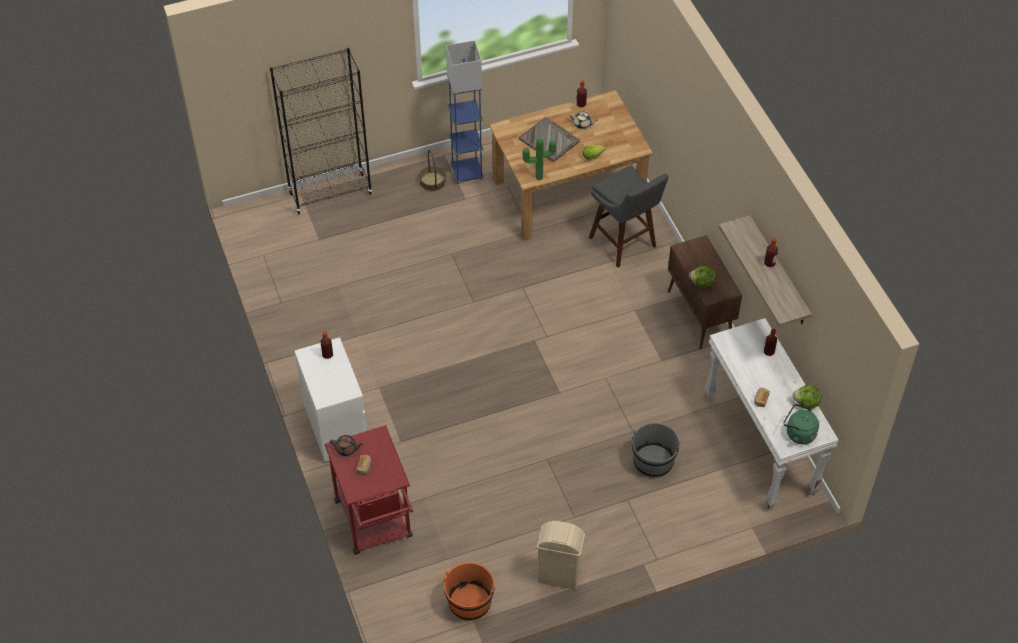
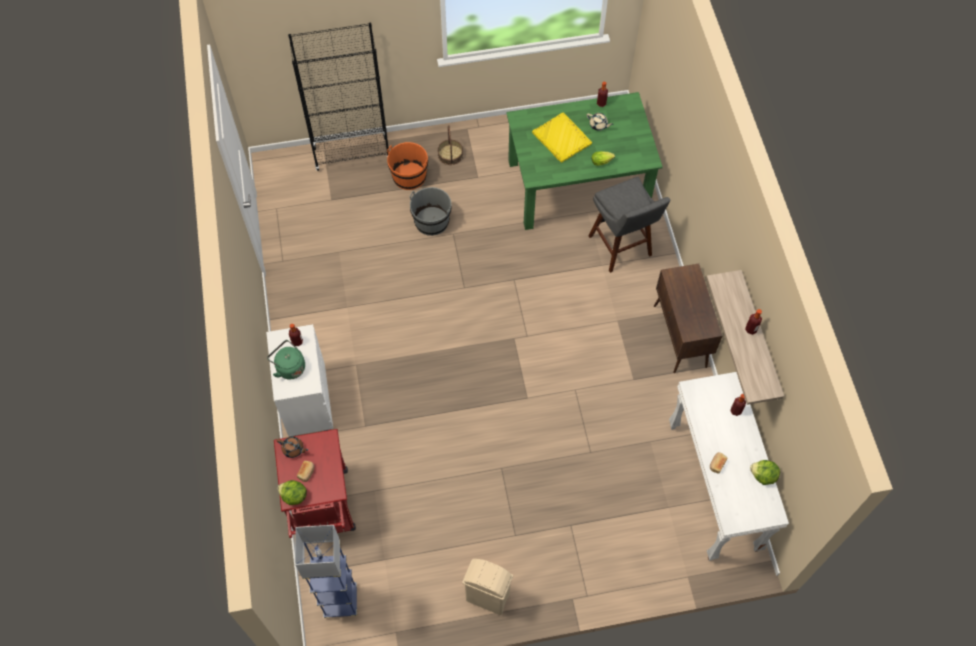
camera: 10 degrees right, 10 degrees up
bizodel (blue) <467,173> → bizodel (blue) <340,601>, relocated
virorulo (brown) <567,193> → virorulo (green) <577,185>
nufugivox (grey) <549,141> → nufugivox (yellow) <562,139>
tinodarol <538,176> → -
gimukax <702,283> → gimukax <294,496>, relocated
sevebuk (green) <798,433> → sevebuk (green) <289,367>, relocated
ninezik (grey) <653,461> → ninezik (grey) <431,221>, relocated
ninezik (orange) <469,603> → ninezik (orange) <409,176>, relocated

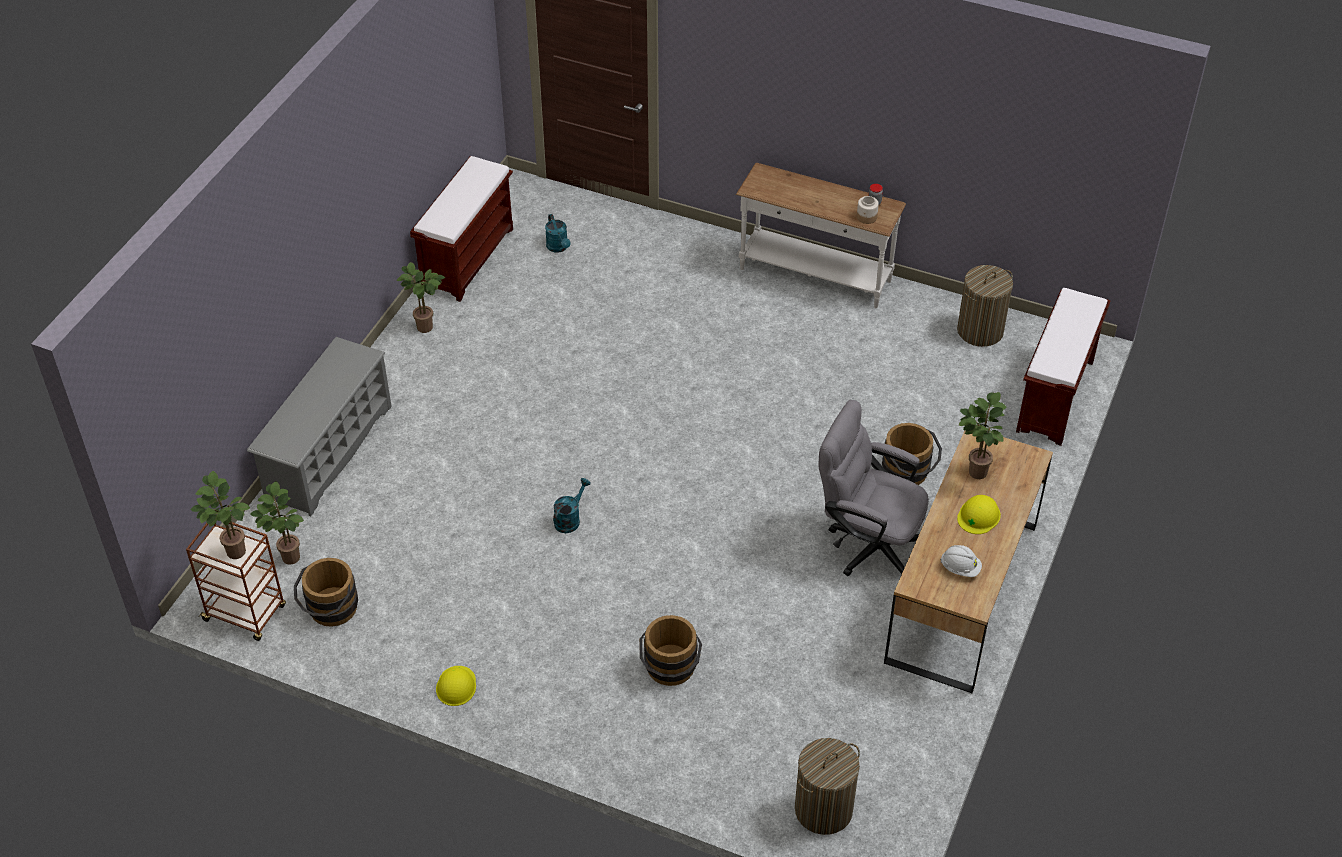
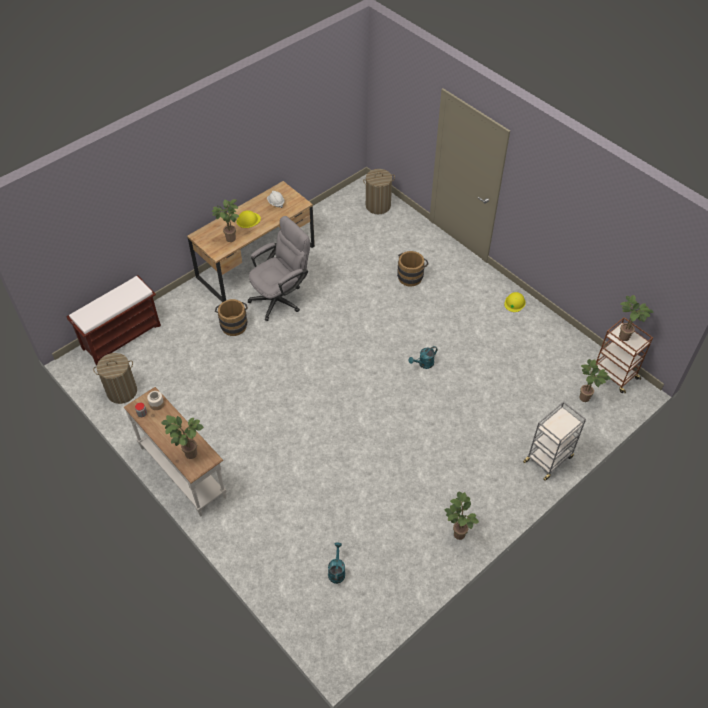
camera: 155 degrees left, 5 degrees up
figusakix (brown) <468,258> → -
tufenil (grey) <328,451> → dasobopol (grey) <548,458>
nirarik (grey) <868,543> → nirarik (grey) <281,298>, 90 degrees counterclockwise
ninezik (brown) <330,611> → -
- → tinodarol <189,455>

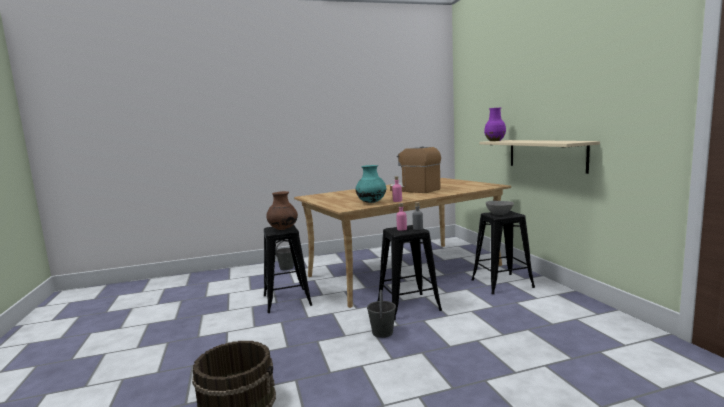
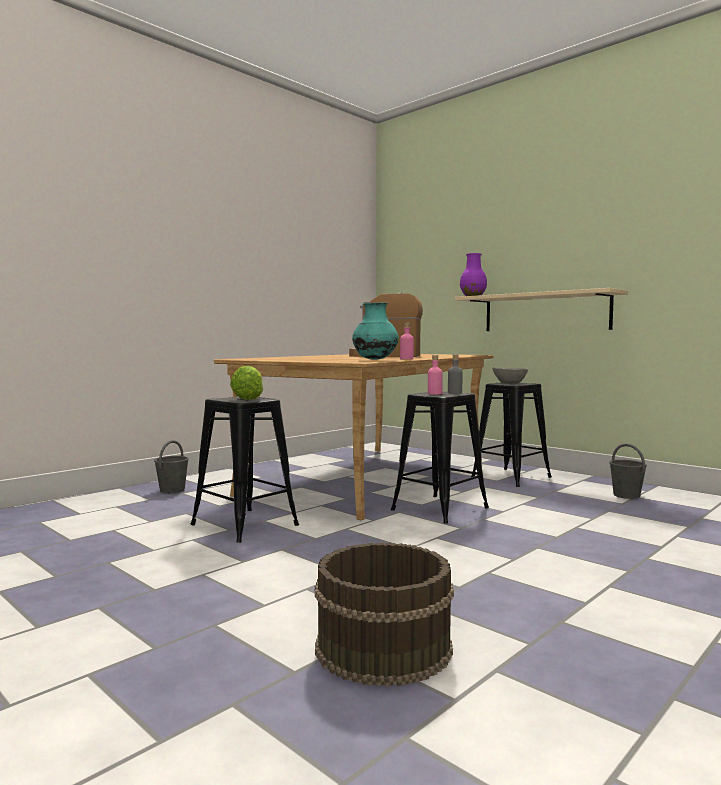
camera: 30 degrees left, 5 degrees down
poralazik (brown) <283,229> → gimukax <248,398>
ninezik (grey) <382,332> → ninezik (grey) <626,495>, relocated

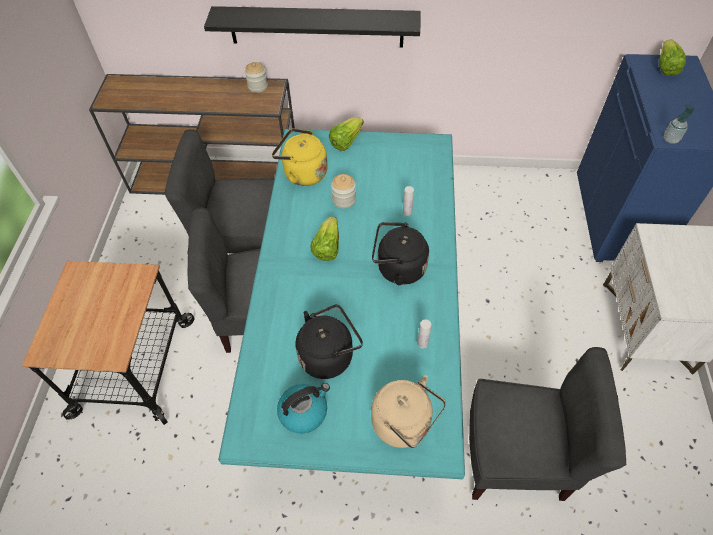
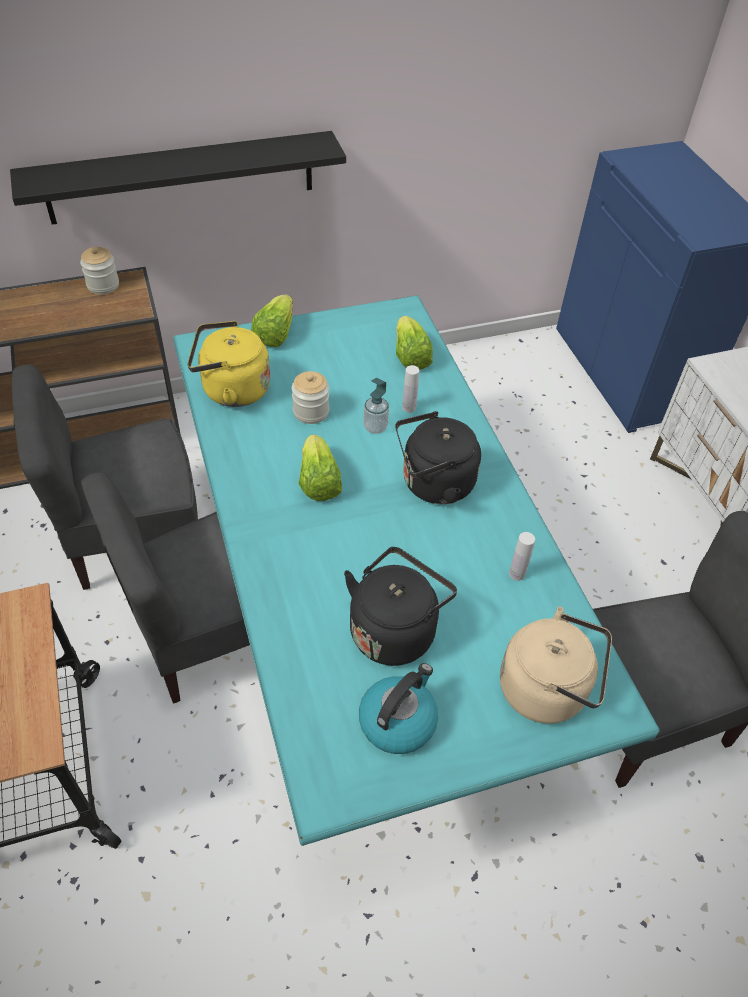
camera: 25 degrees left, 5 degrees down
gimukax <665,67> → gimukax <410,356>, relocated
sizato <670,139> → sizato <375,427>, relocated

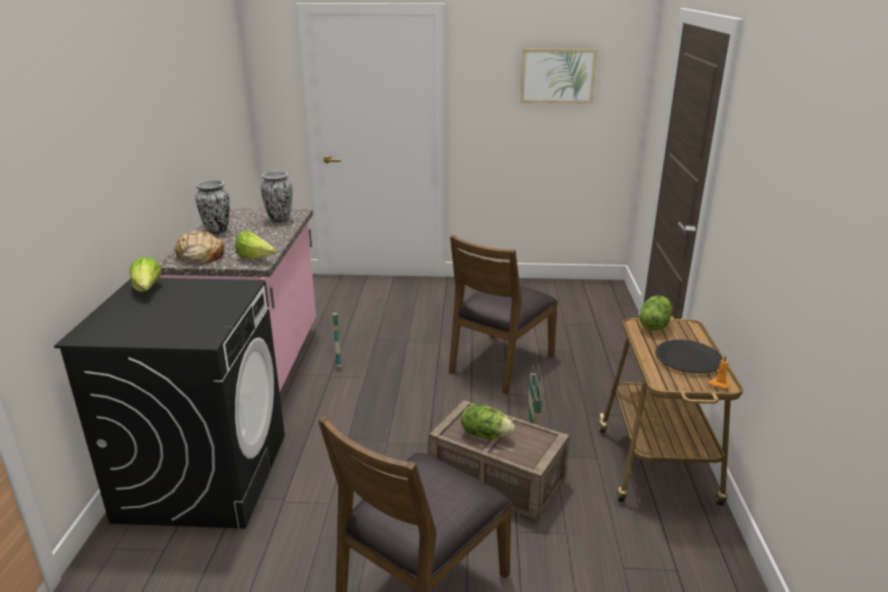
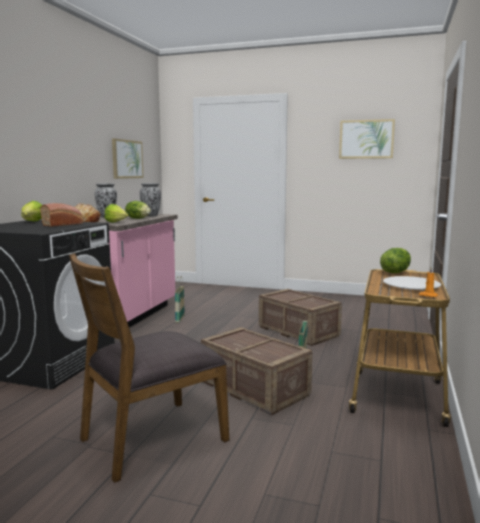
camera: 15 degrees right, 15 degrees down
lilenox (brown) <500,363> → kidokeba <297,331>
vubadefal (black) <688,358> → vubadefal (white) <411,285>
gimukax <485,434> → gimukax <138,218>, relocated
- → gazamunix <127,159>
- → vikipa <64,224>

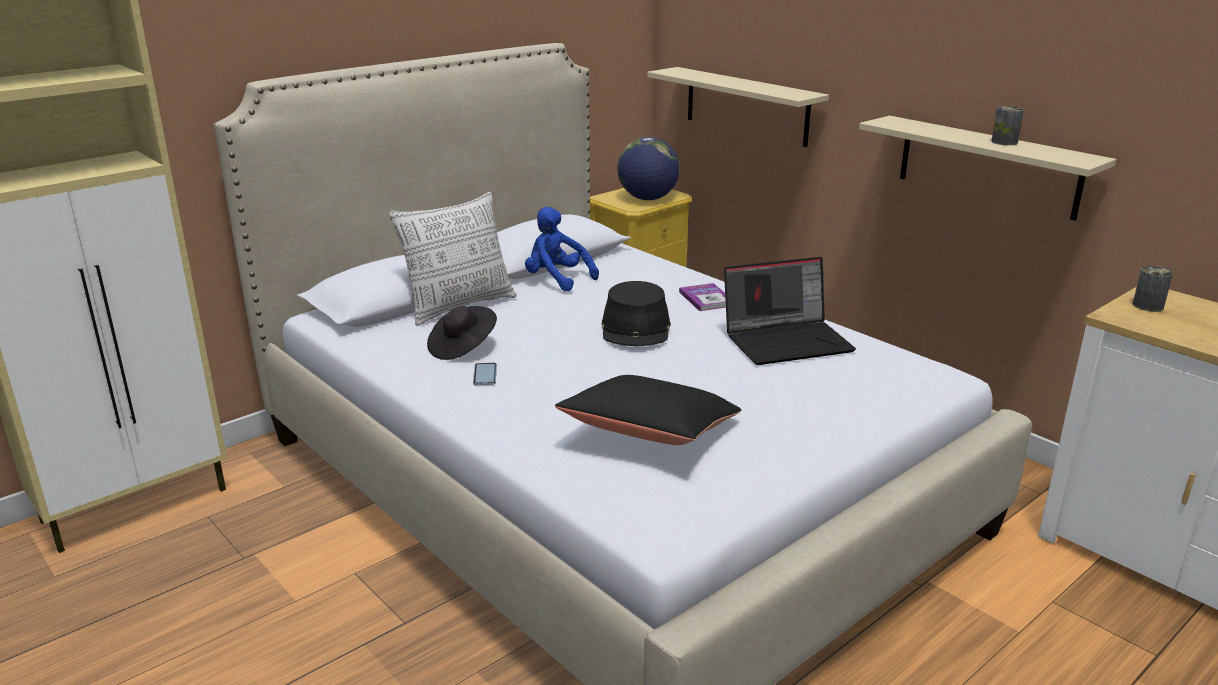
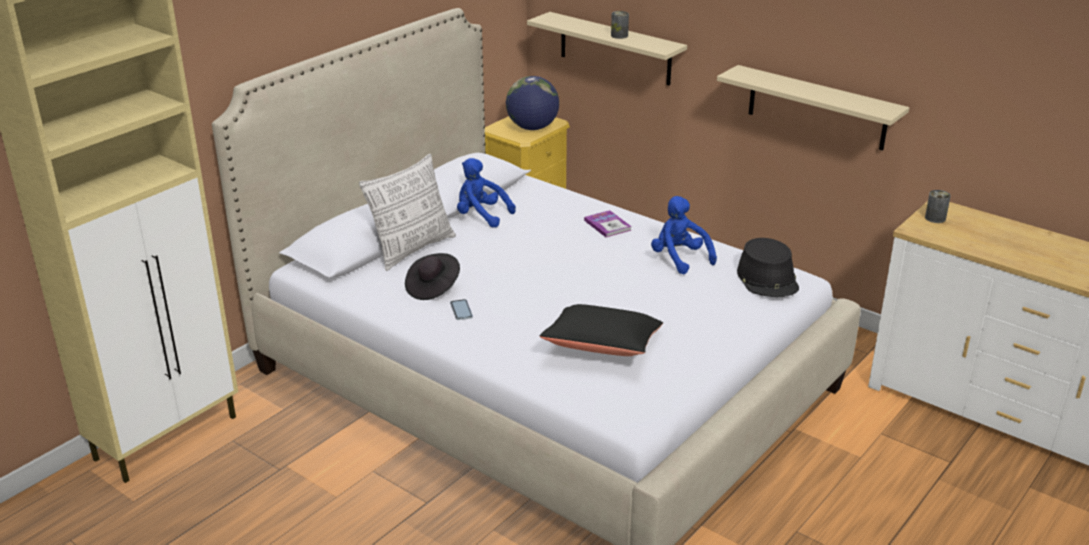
camera: 10 degrees left, 5 degrees up
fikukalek <1004,142> → fikukalek <619,36>, relocated
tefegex <787,340> → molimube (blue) <679,259>
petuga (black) <636,329> → petuga (black) <768,279>, relocated

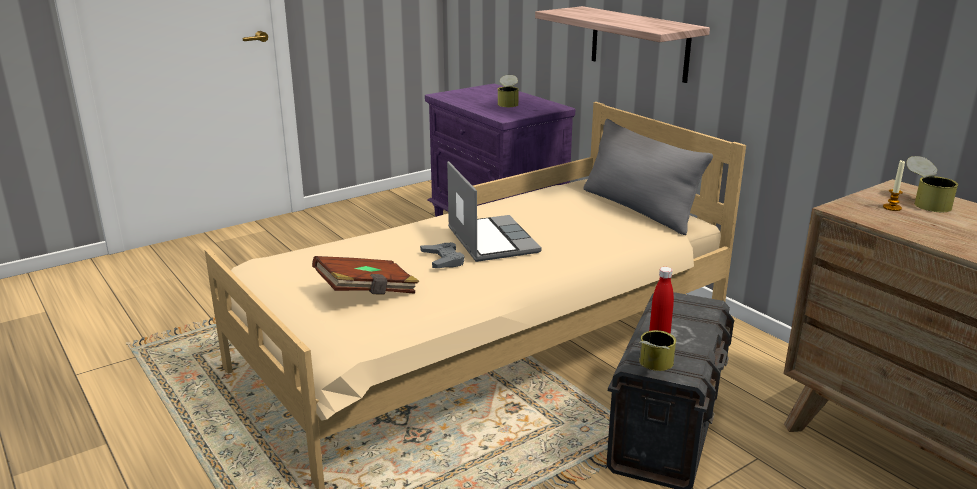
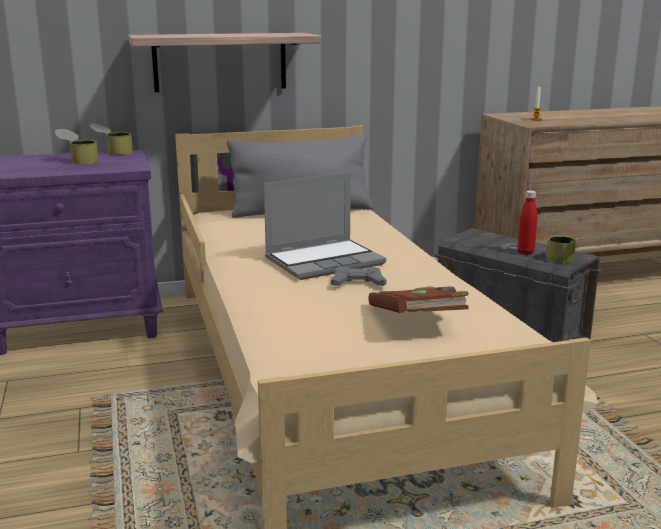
camera: 70 degrees left, 5 degrees down
fikukalek <925,202> → fikukalek <113,152>, relocated
tefegex <490,240> → tefegex <325,261>, 150 degrees clockwise

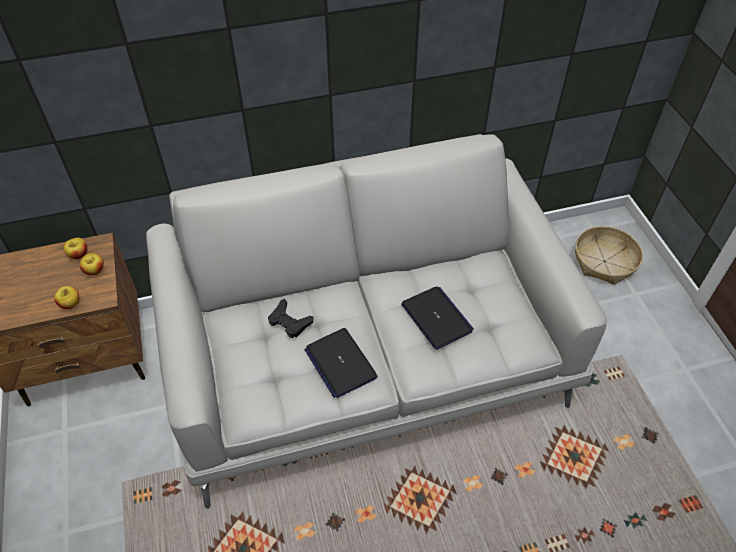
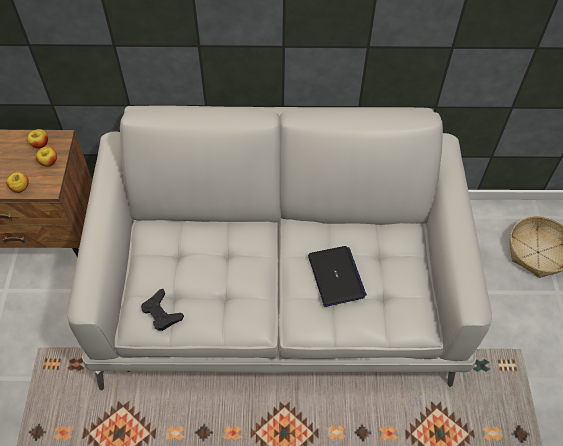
camera: 15 degrees right, 5 degrees up
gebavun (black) <289,322> → gebavun (black) <161,313>, relocated
tefegex <340,363> → -

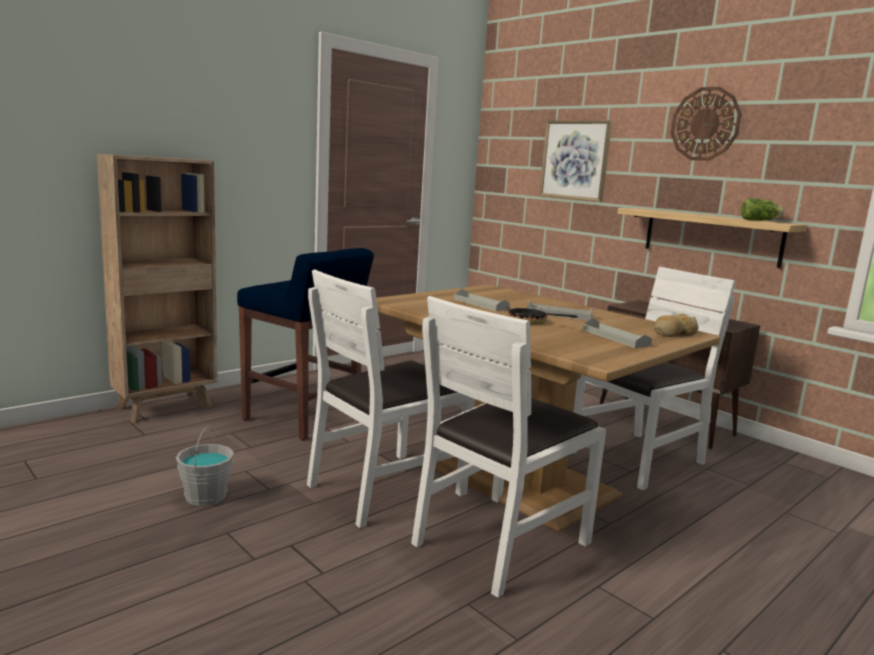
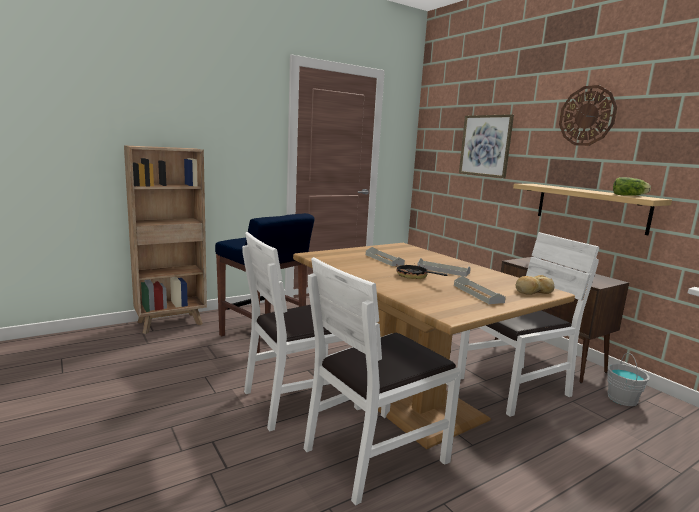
camera: 10 degrees right, 0 degrees up
ninezik (grey) <206,496> → ninezik (grey) <622,399>, relocated

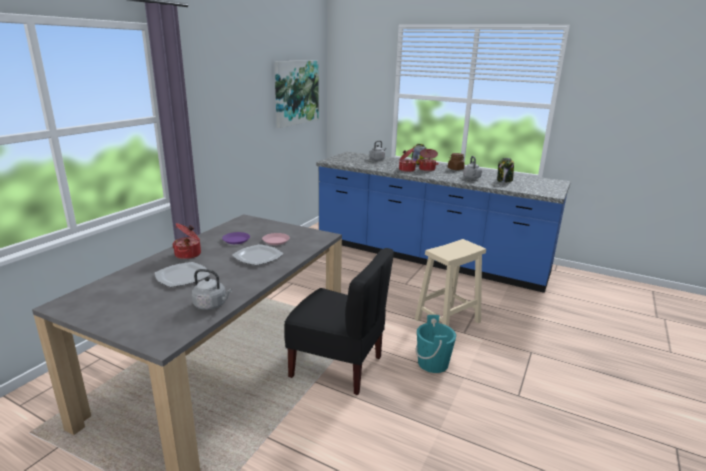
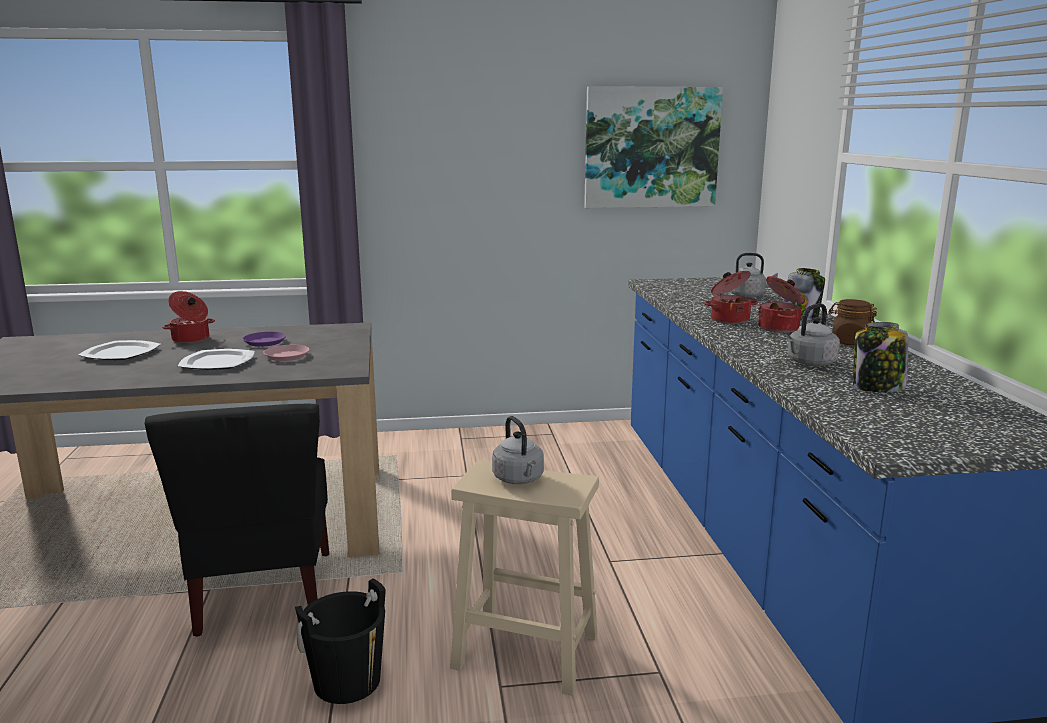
camera: 55 degrees right, 5 degrees down
sevebuk (grey) <212,305> → sevebuk (grey) <519,479>, relocated
ninezik (turquoise) <433,363> → ninezik (black) <347,682>

